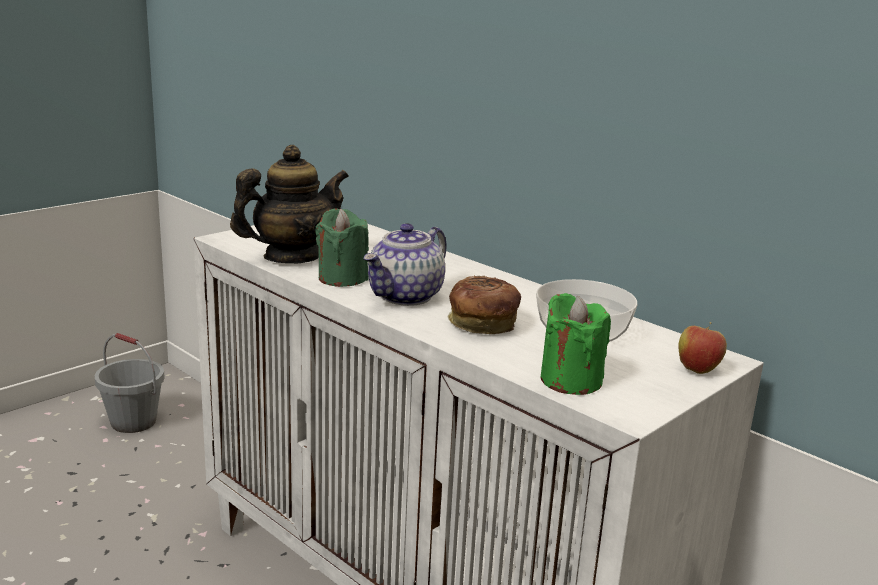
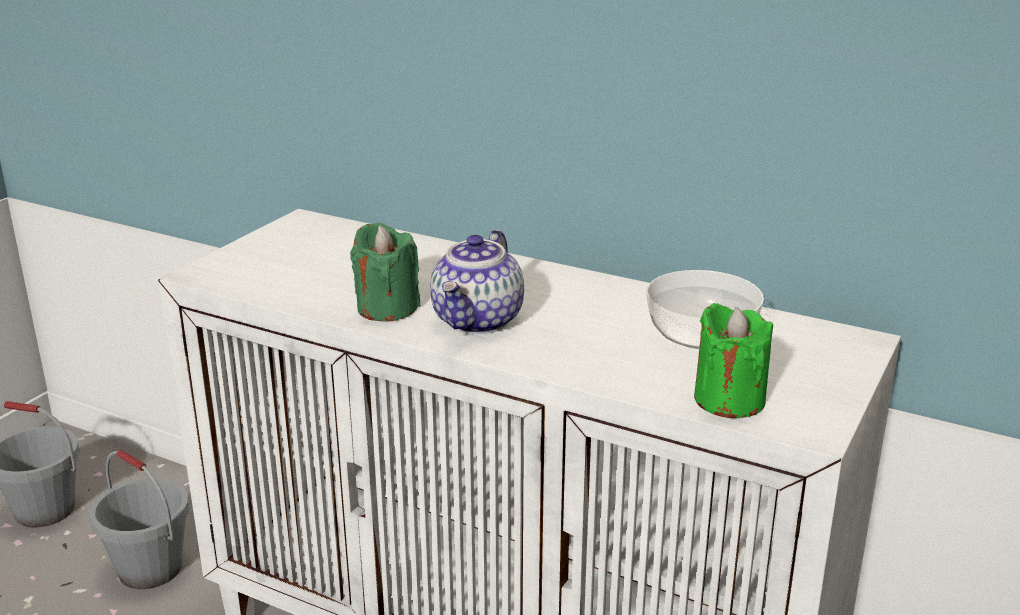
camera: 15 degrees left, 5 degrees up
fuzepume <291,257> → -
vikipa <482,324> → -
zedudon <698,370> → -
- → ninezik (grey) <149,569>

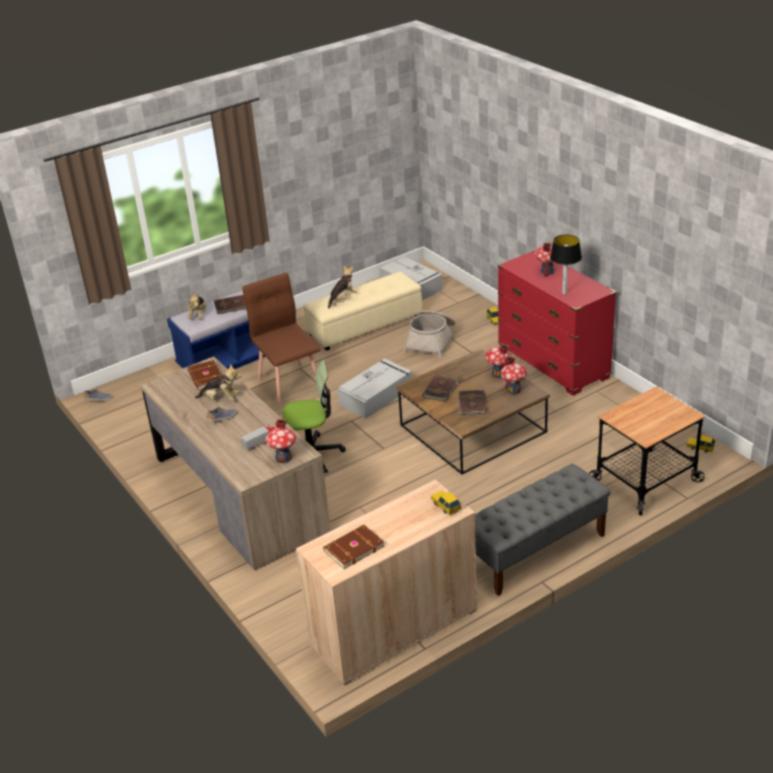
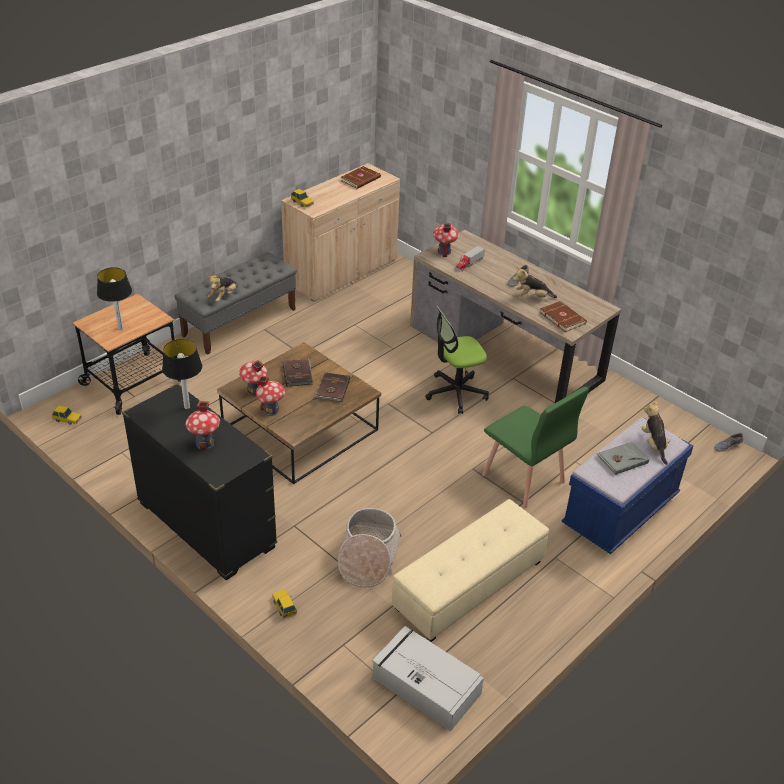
camera: 165 degrees right, 5 degrees up
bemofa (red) <553,363> → bemofa (black) <206,525>
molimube <342,299> → molimube <223,296>, relocated
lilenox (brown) <290,383> → lilenox (green) <523,479>
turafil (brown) <231,306> → turafil (grey) <622,459>
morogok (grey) <376,395> → -
- → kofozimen <121,328>

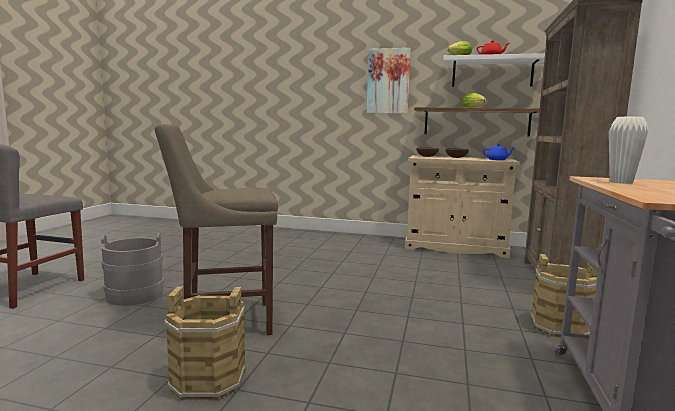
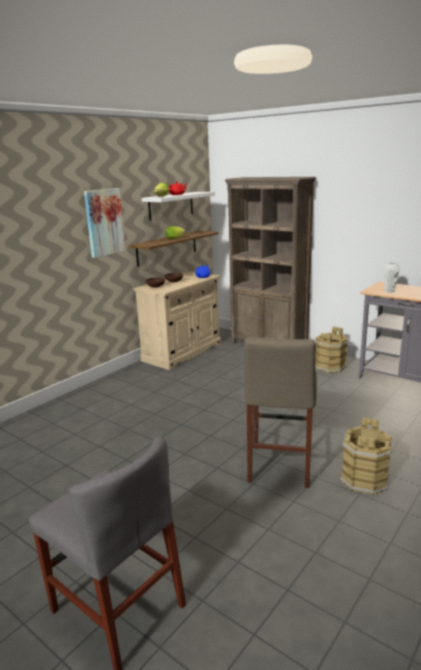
camera: 65 degrees left, 10 degrees up
ninezik (grey) <134,295> → -

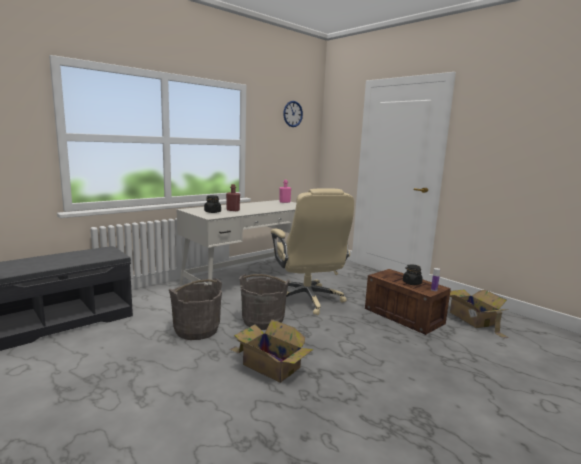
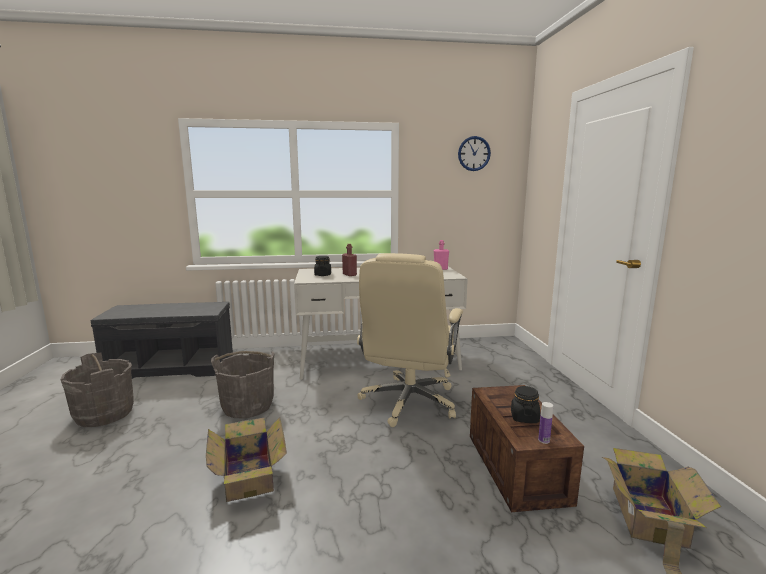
camera: 35 degrees right, 0 degrees up
ninezik (grey) <263,321> → ninezik (grey) <104,414>, relocated

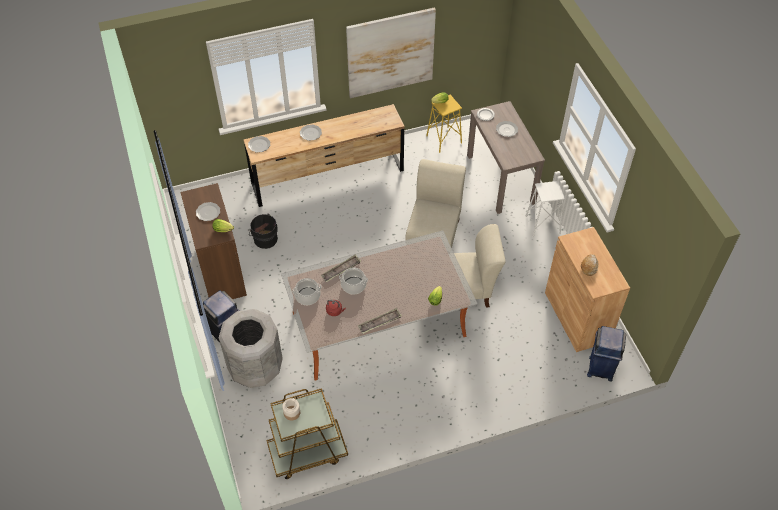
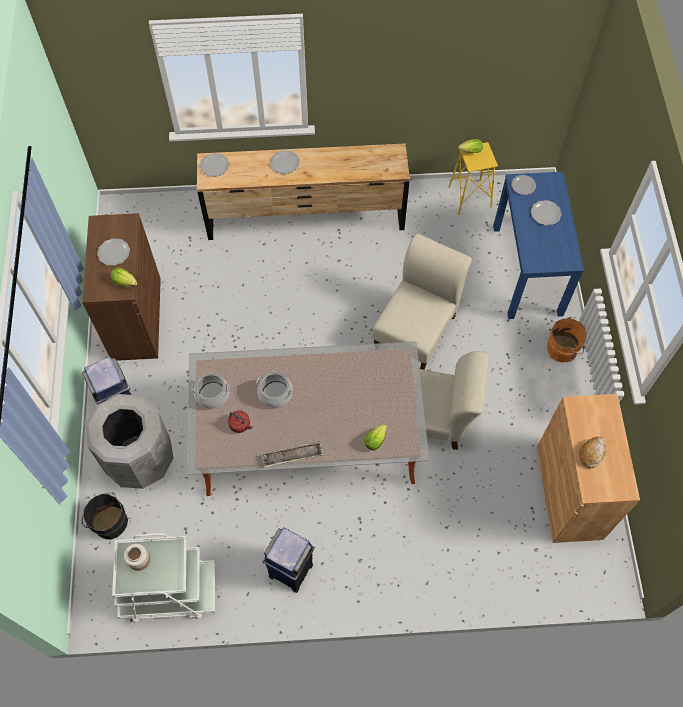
camera: 15 degrees right, 10 degrees up
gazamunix <390,53> → -
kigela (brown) <501,179> → kigela (blue) <527,270>
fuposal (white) <542,225> → ninezik (orange) <563,349>
ninezik (black) <264,239> → ninezik (black) <109,521>, relocated
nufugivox <341,270> → -
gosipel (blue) <600,368> → gosipel (blue) <291,569>, relocated
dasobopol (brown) <307,452> → dasobopol (white) <168,592>

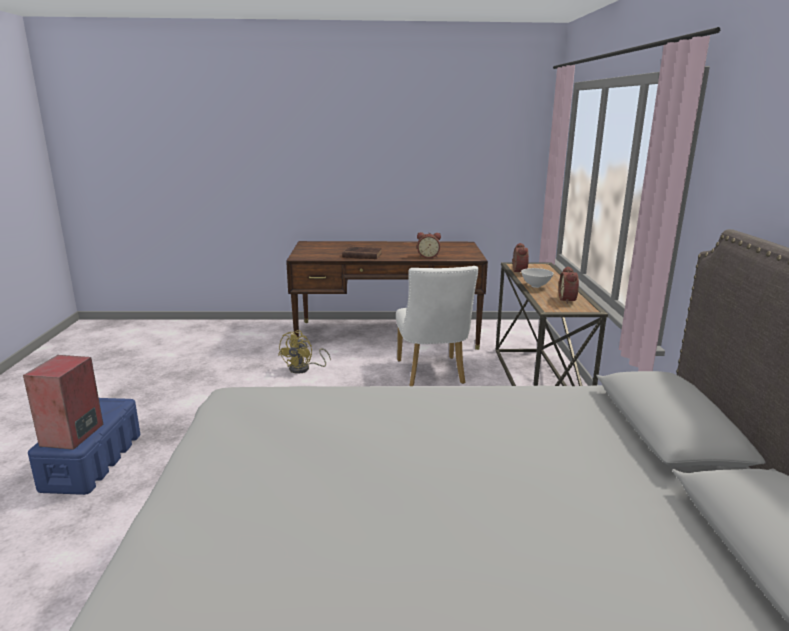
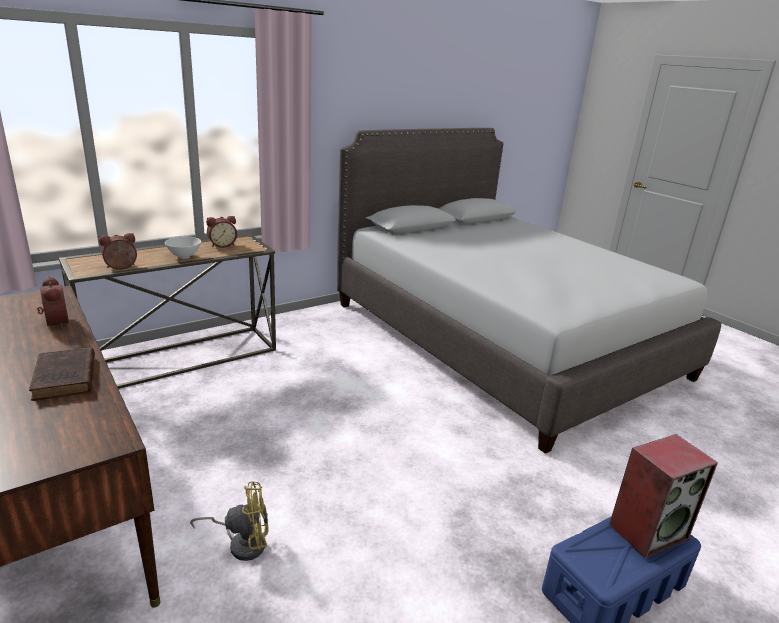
camera: 125 degrees left, 5 degrees up
lilenox (white) <432,374> → -

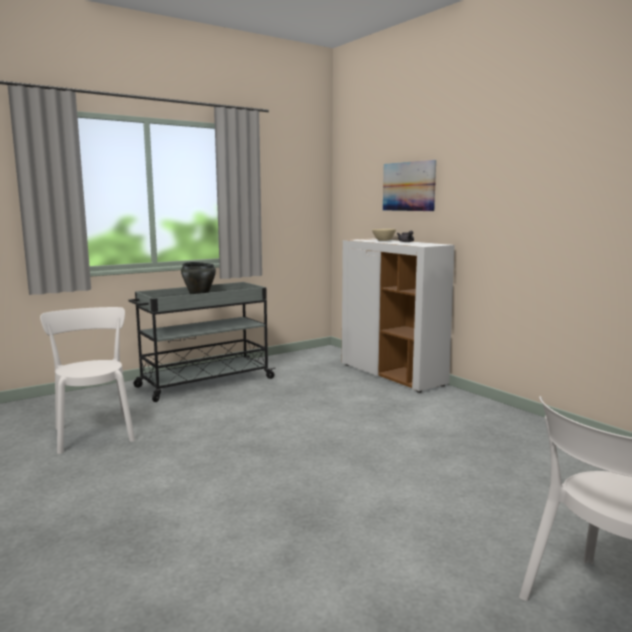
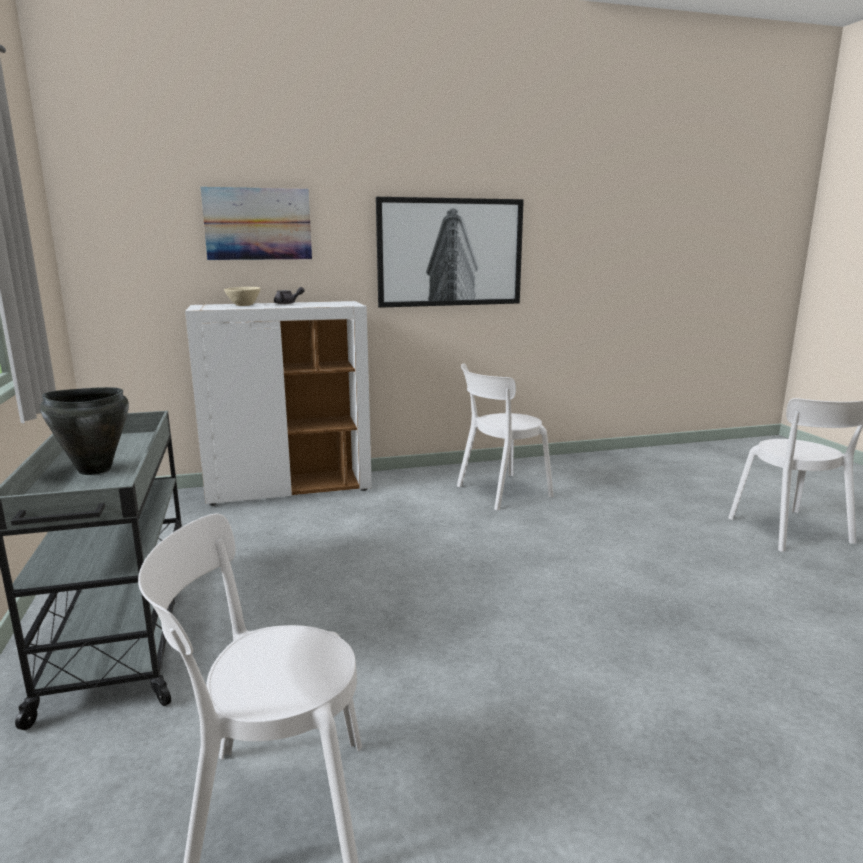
camera: 70 degrees left, 5 degrees up
- → gazamunix <450,252>
- → lilenox (white) <500,492>

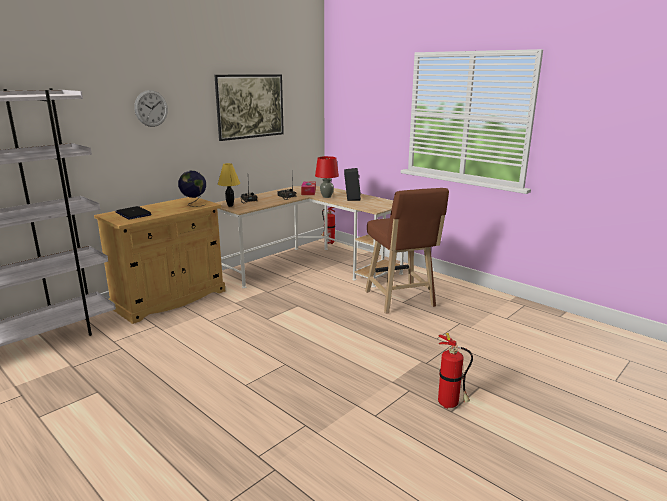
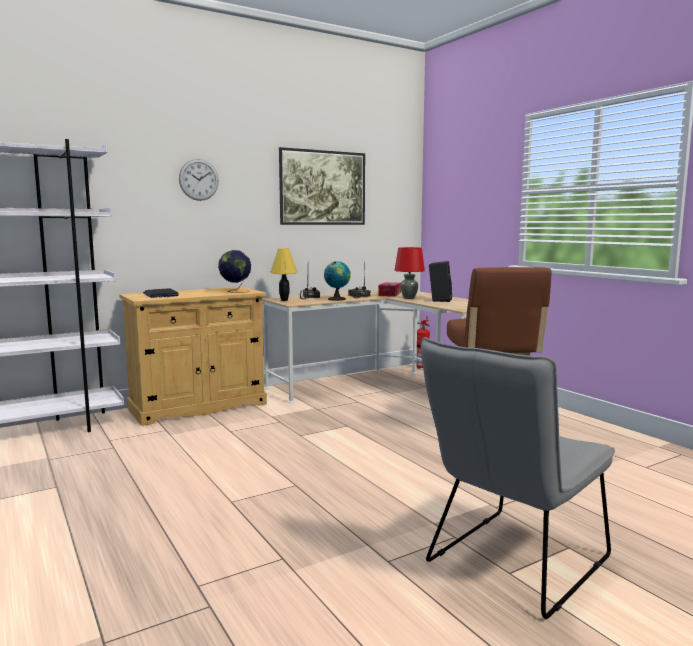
camera: 15 degrees right, 10 degrees down
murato <450,405> → lilenox (grey) <511,564>
- → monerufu <337,299>

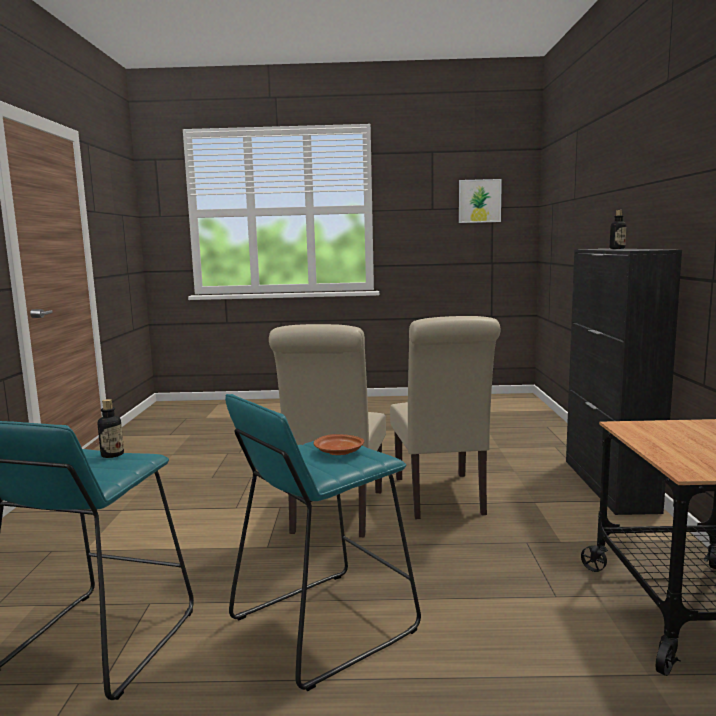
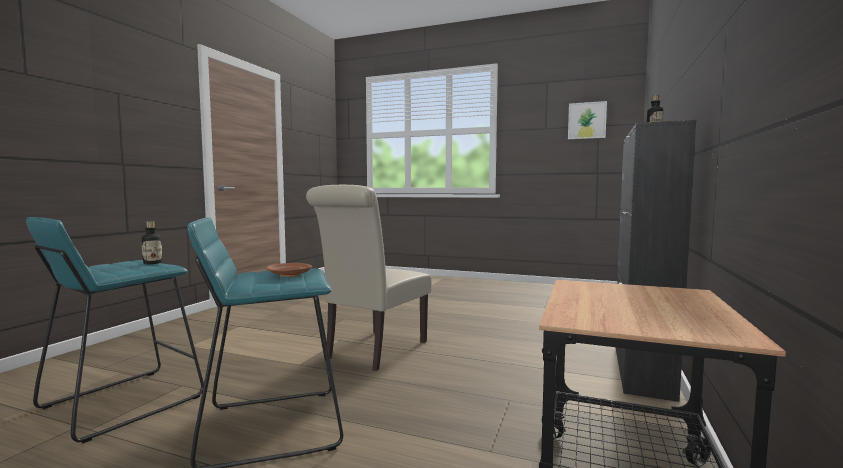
camera: 20 degrees right, 5 degrees down
lilenox (beige) <441,498> → -

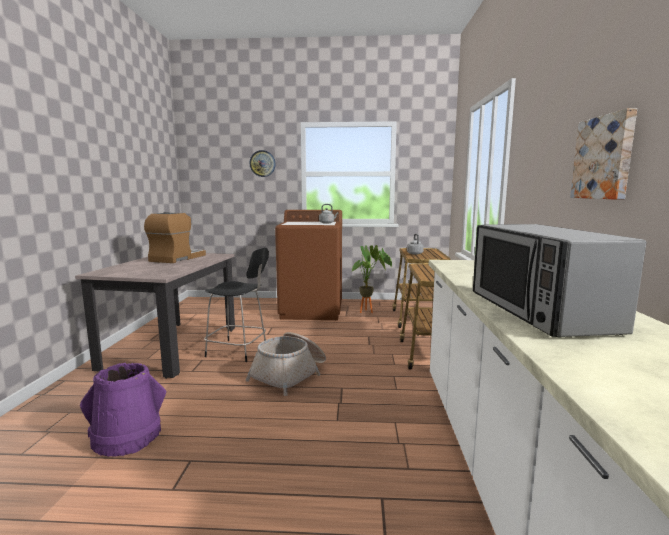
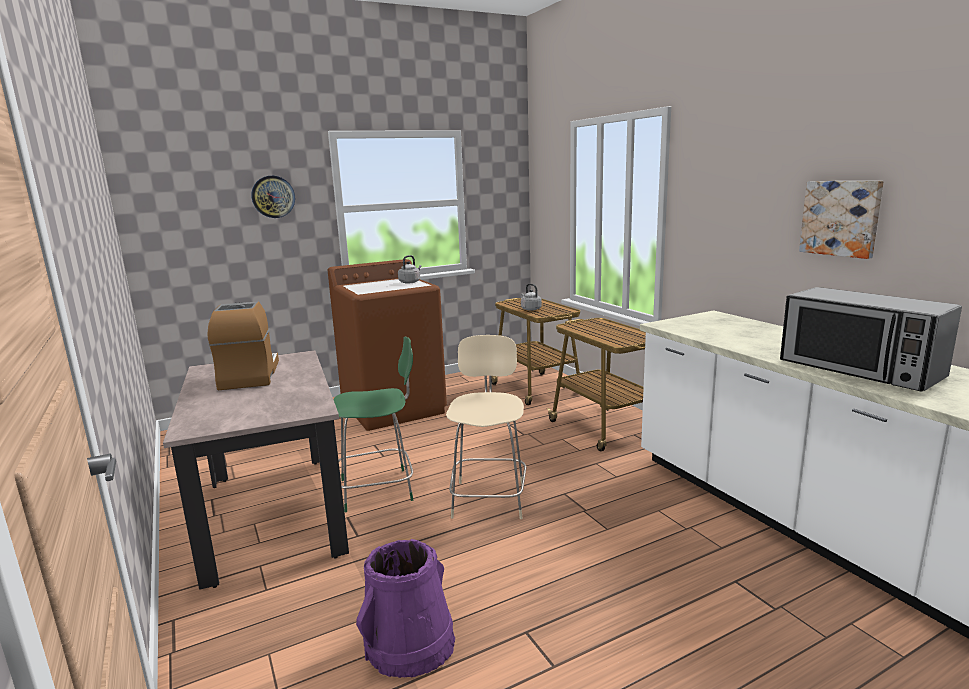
camera: 30 degrees left, 5 degrees up
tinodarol <369,311> → -
lilenox (black) <239,351> → lilenox (green) <379,489>
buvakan <290,374> → lilenox (beige) <489,498>

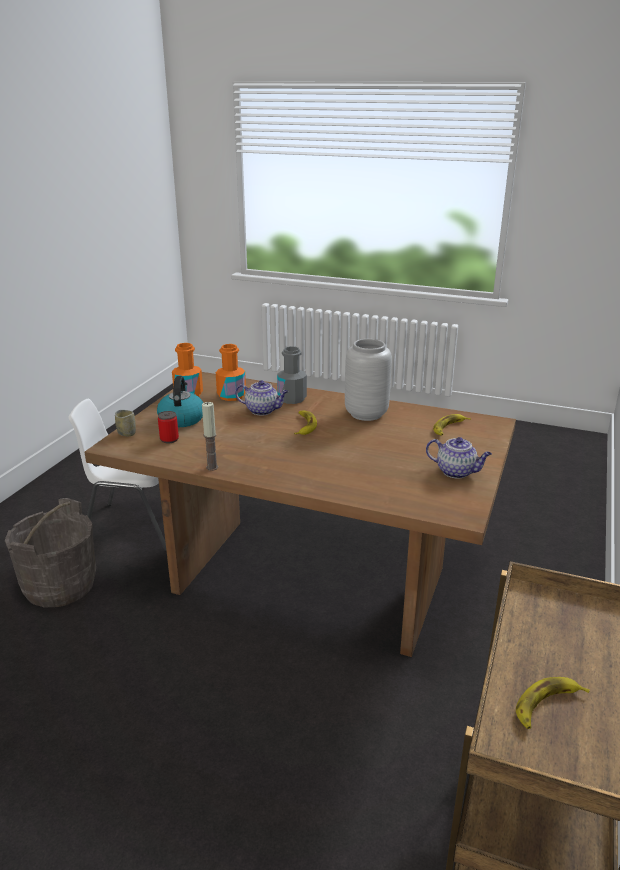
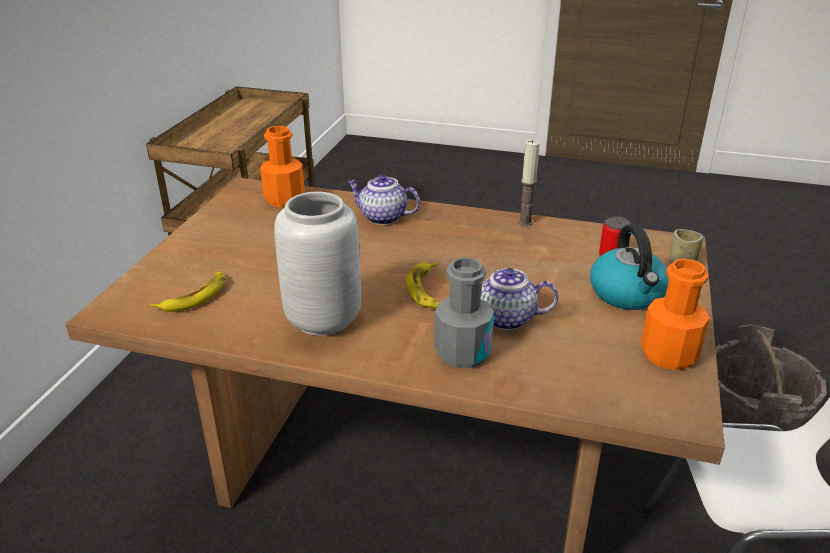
camera: 175 degrees right, 5 degrees up
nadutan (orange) <231,396> → nadutan (orange) <284,199>, relocated
fuzepume <457,472> → fuzepume <382,217>, relocated
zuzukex <546,705> → -

